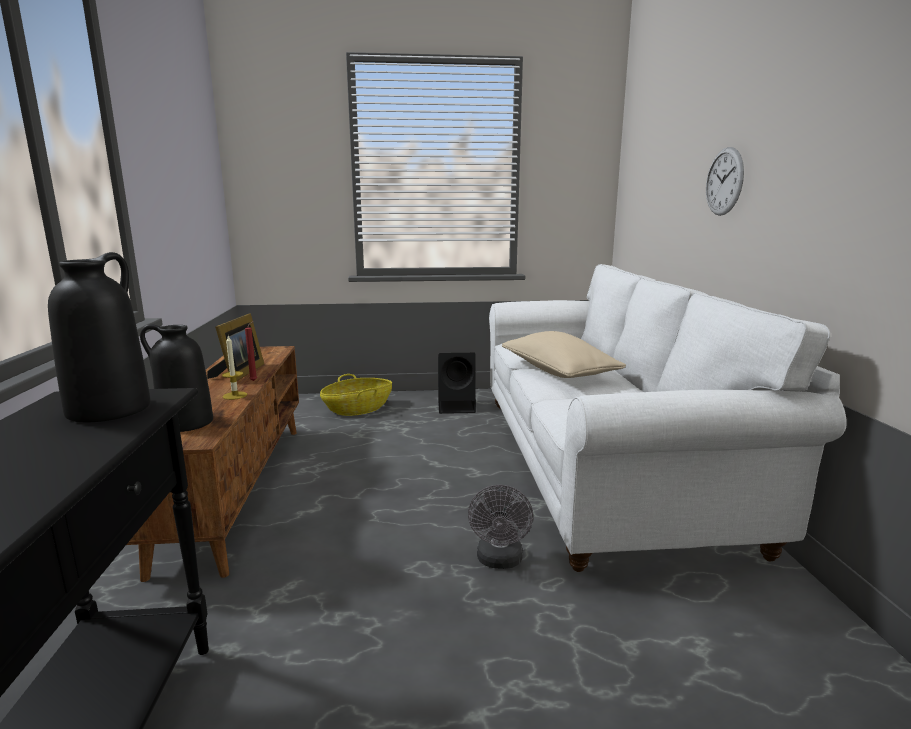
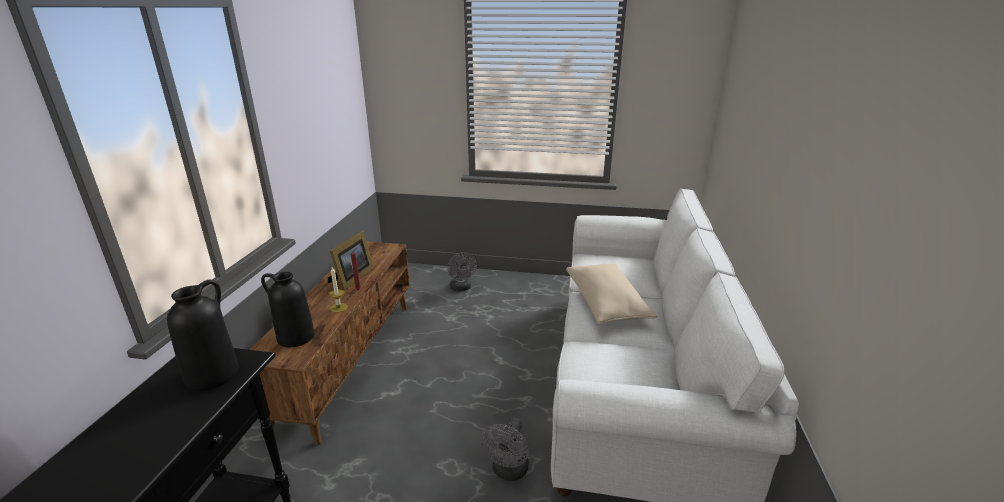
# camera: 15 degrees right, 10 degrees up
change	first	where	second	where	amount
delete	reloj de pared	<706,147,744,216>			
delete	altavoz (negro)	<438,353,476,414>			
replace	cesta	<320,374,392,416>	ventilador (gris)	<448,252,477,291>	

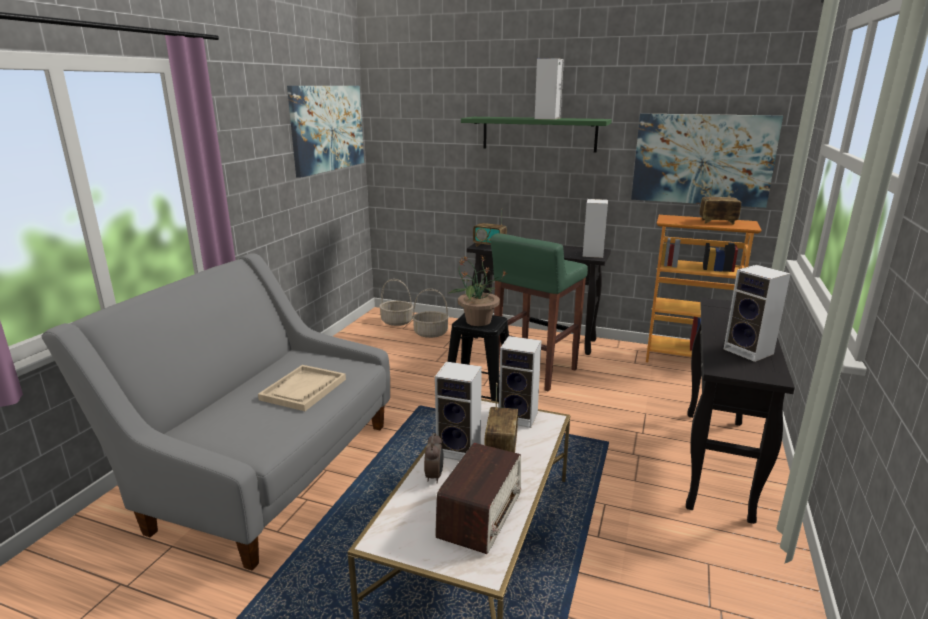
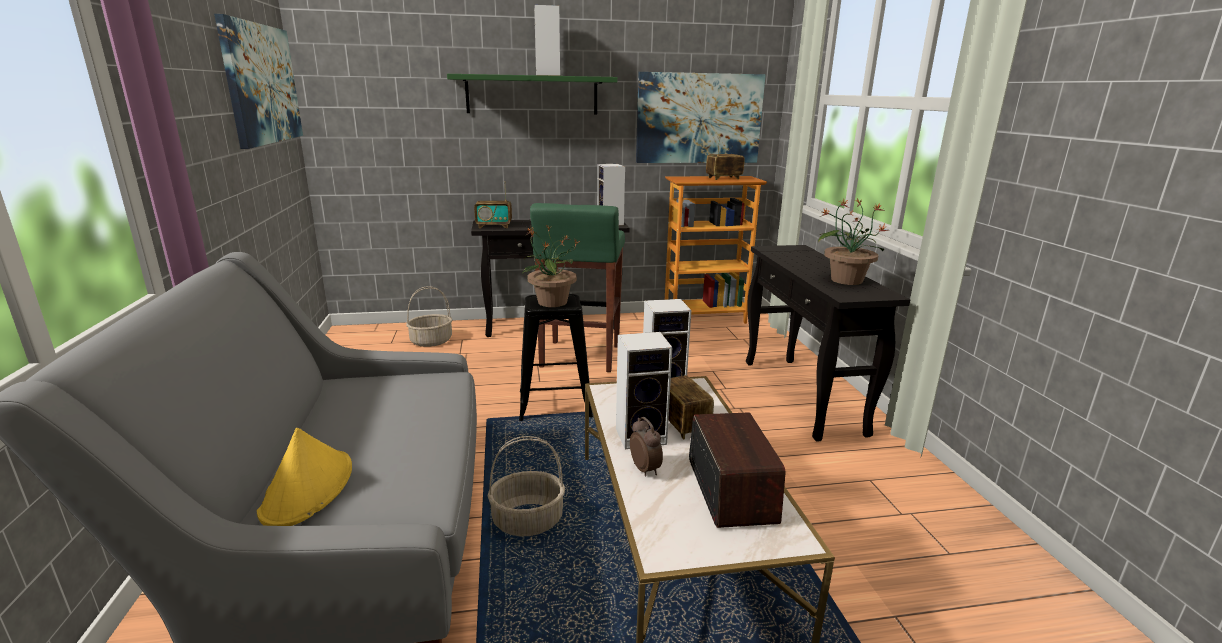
# camera: 30 degrees left, 0 degrees up
change	first	where	second	where	amount
replace	altavoz	<724,265,791,362>	planta en maceta	<818,198,889,285>	
move	cesta	<379,279,413,326>		<488,436,565,537>	
delete	bandeja (beis)	<258,365,346,411>			
insert			sombrero (amarillo)	<257,428,352,526>	

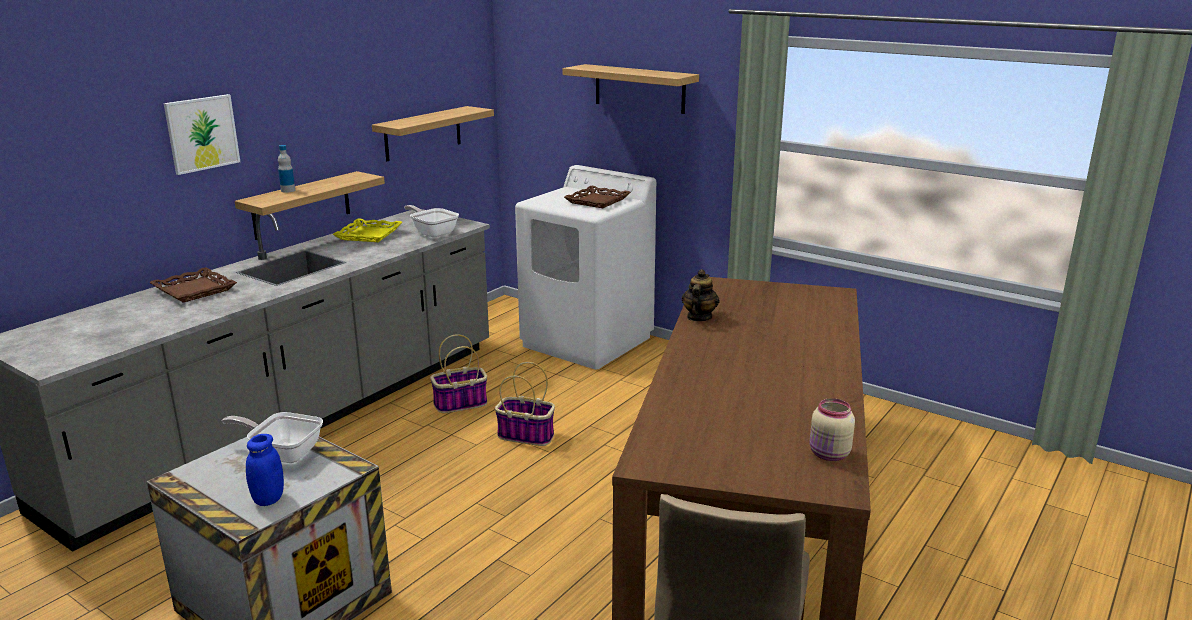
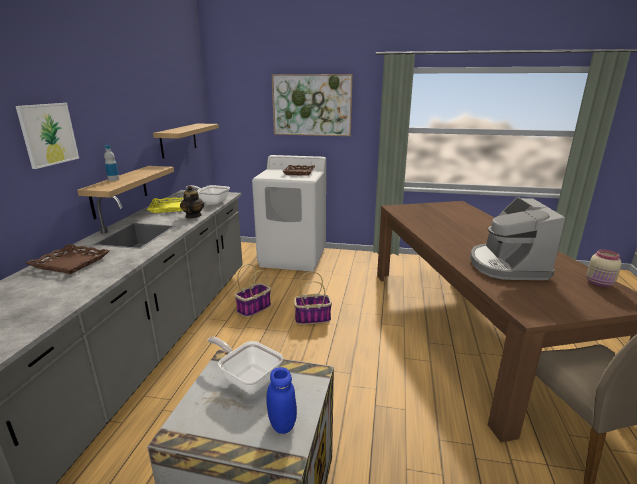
# camera: 25 degrees left, 0 degrees up
change	first	where	second	where	amount
replace	estante	<563,64,699,114>	cuadro	<272,74,353,136>	
move	tetera	<682,269,719,321>		<180,185,204,218>	
rotate	sartén	<222,412,323,463>		<208,337,283,393>	45 degrees clockwise
insert			cafetera	<470,197,565,280>	

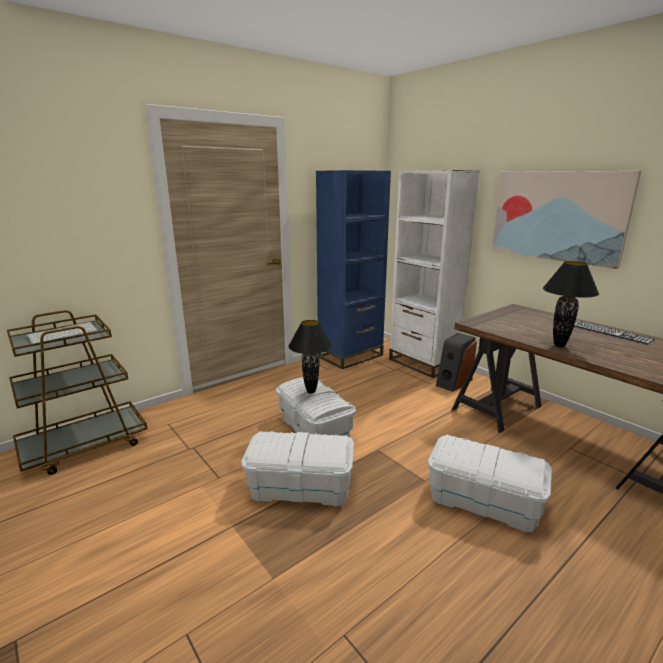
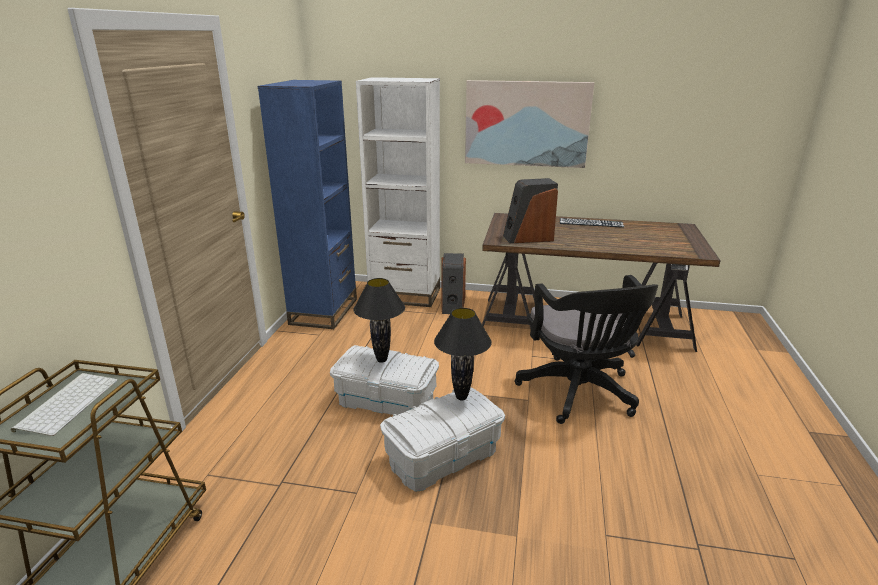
# camera: 40 degrees left, 5 degrees up
change	first	where	second	where	amount
move	lámpara de mesa (negro)	<543,261,599,347>		<434,308,492,400>	
replace	caja de almacenaje (blanco)	<428,434,552,532>	silla de oficina (negro)	<514,275,658,424>	
insert			altavoz	<503,178,558,243>	

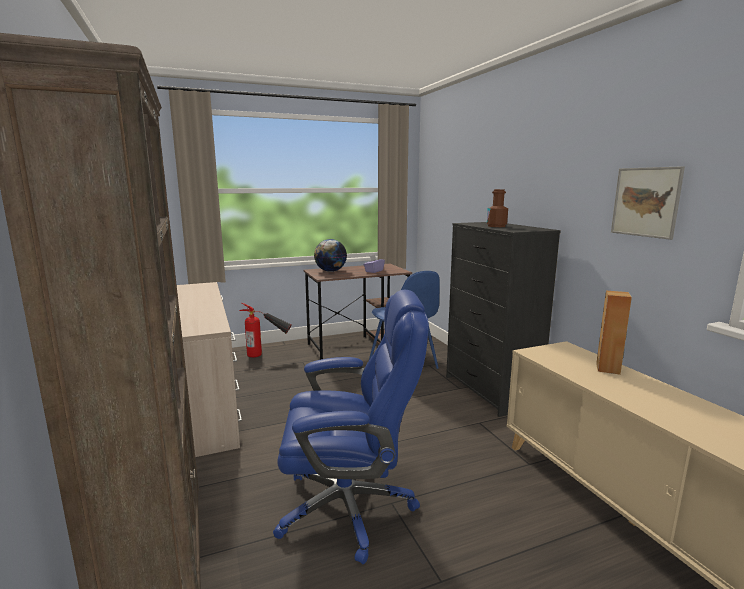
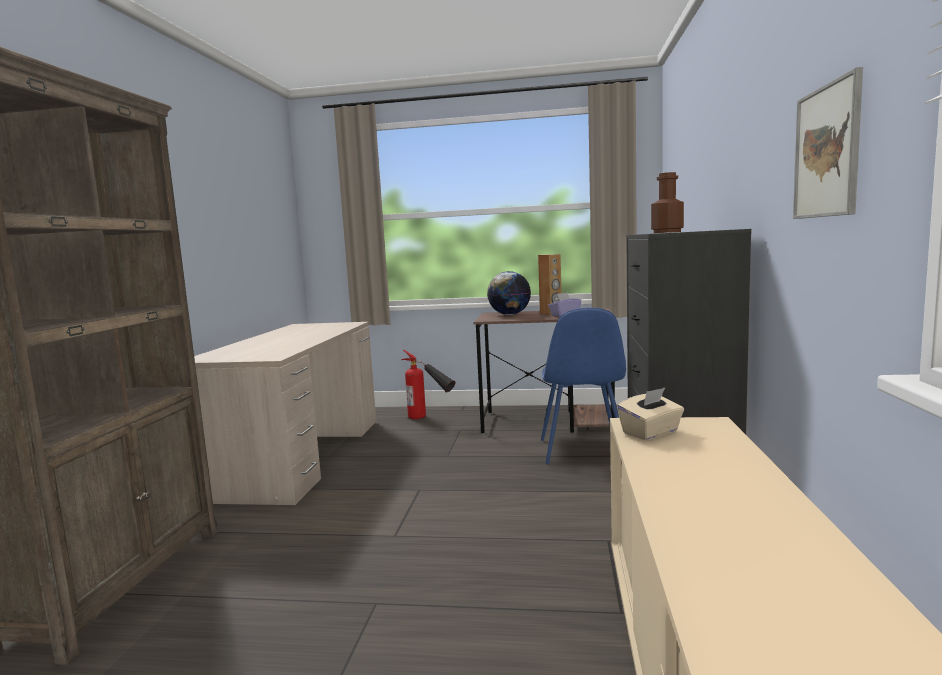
# camera: 30 degrees right, 5 degrees down
change	first	where	second	where	amount
delete	silla de oficina (azul)	<273,290,429,564>			
move	altavoz (marrón)	<596,291,632,375>		<538,254,562,315>	
insert			caja de pañuelos (beis)	<617,388,684,441>	

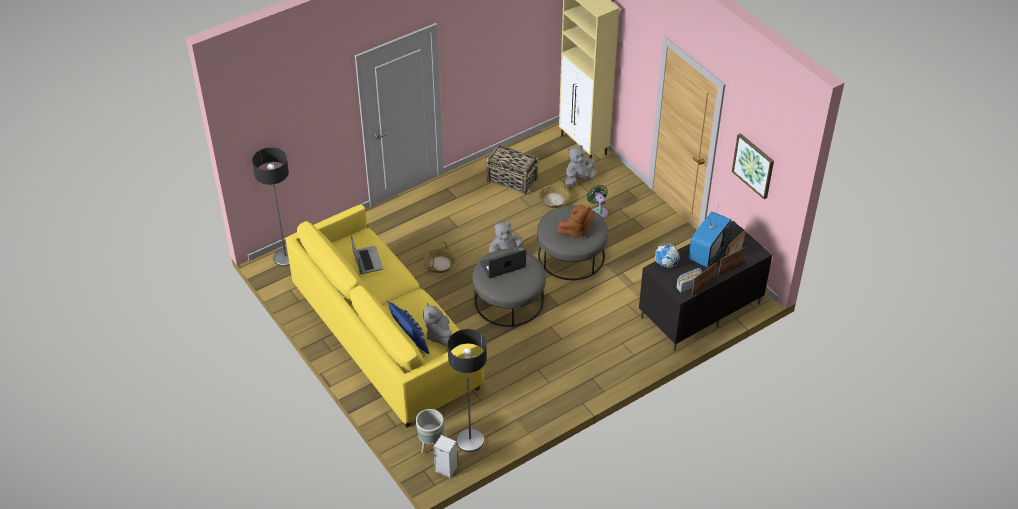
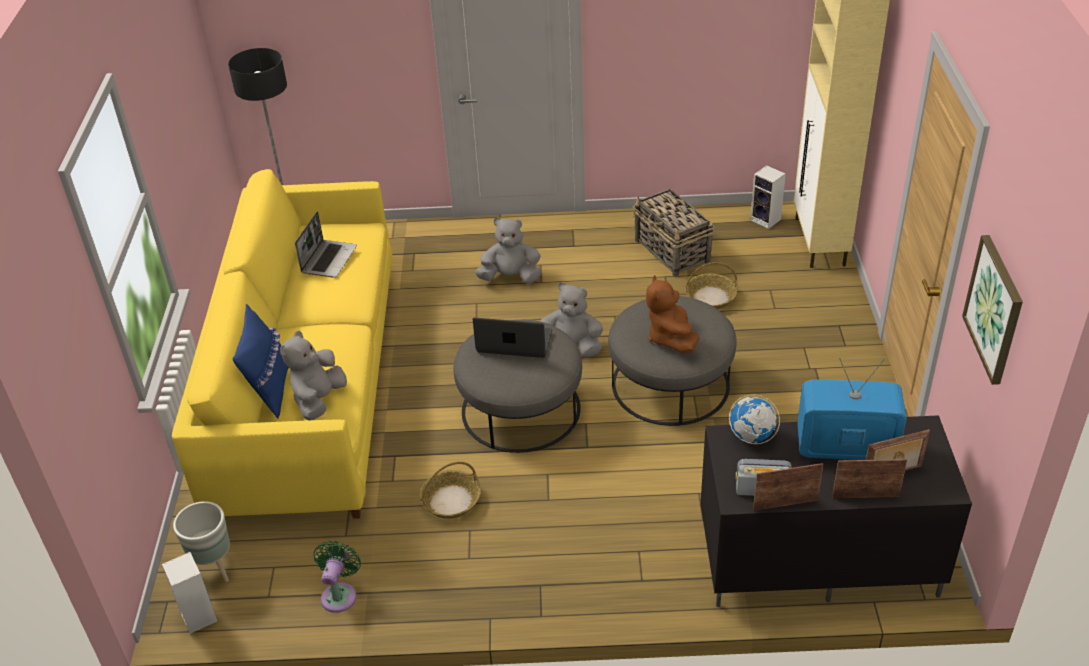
# camera: 35 degrees right, 5 degrees down
change	first	where	second	where	amount
move	peluche (gris)	<565,145,596,187>		<475,217,541,284>	
move	ventilador (verde)	<587,185,608,219>		<314,541,361,613>	
rotate	peluche (marrón)	<557,204,594,239>		<646,275,699,354>	75 degrees clockwise
rotate	televisor	<688,204,731,268>		<797,358,907,460>	150 degrees counterclockwise
move	cesta	<424,241,456,273>		<419,461,480,519>	
delete	lámpara de pie	<448,329,487,452>			
insert			altavoz	<750,165,786,229>	

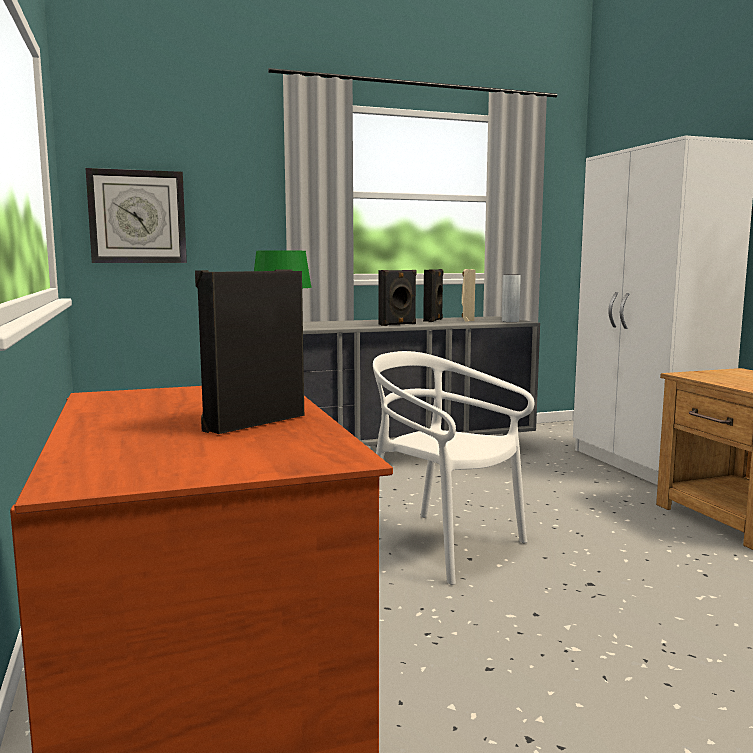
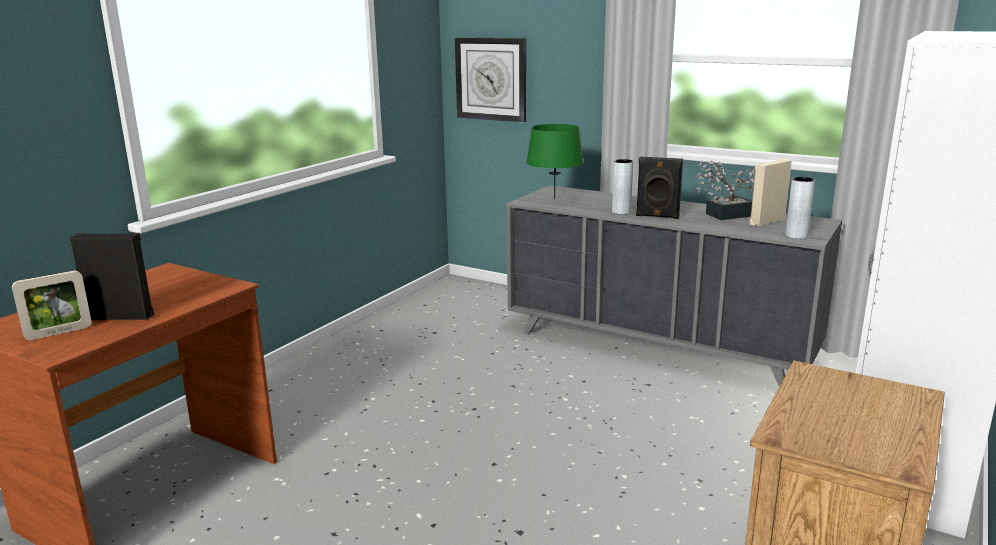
# camera: 50 degrees right, 10 degrees up
change	first	where	second	where	amount
replace	altavoz (negro)	<423,269,444,322>	planta en maceta	<696,160,755,220>	
delete	silla (blanco)	<373,351,534,585>			
insert			florero (gris)	<612,159,633,214>	
insert			portarretratos	<12,270,92,340>	

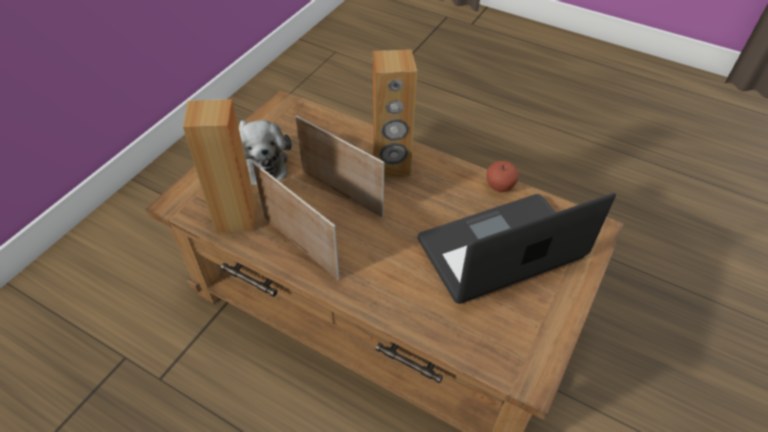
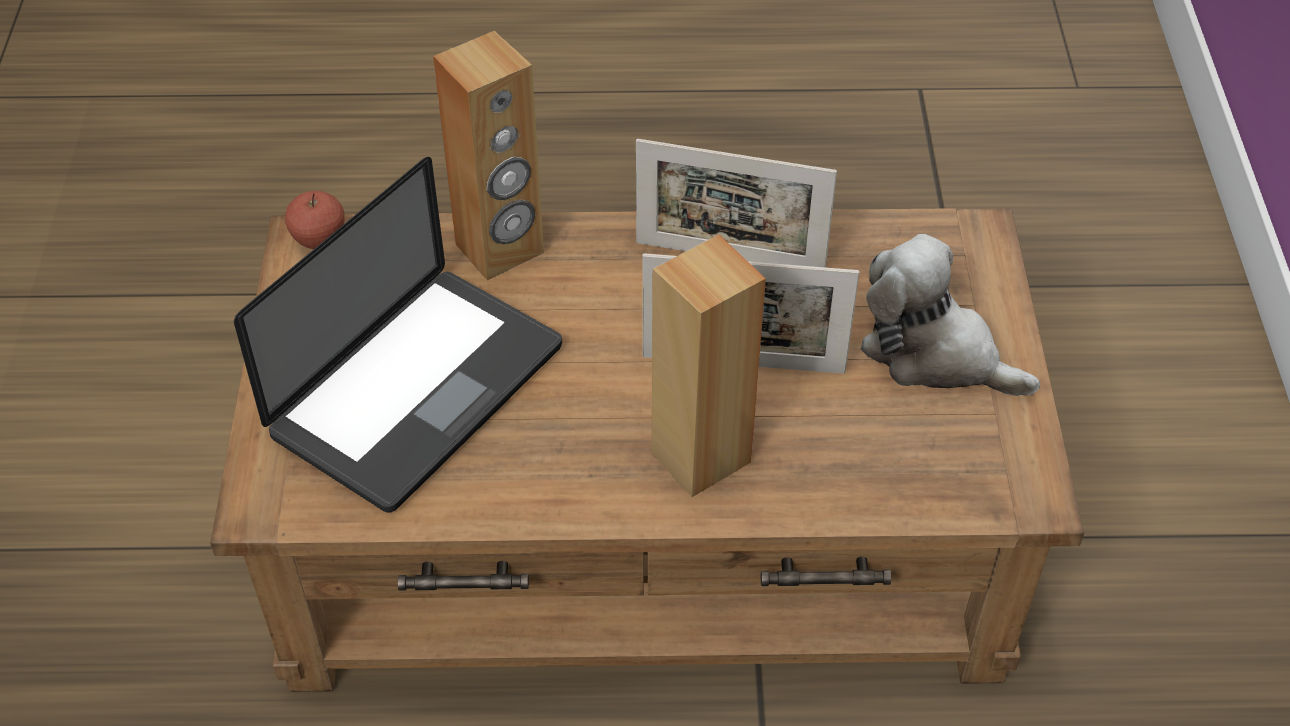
# camera: 150 degrees right, 0 degrees up
change	first	where	second	where	amount
move	altavoz (marrón)	<183,99,256,233>		<433,31,544,280>	
move	manzana	<486,161,519,192>		<285,191,345,249>	

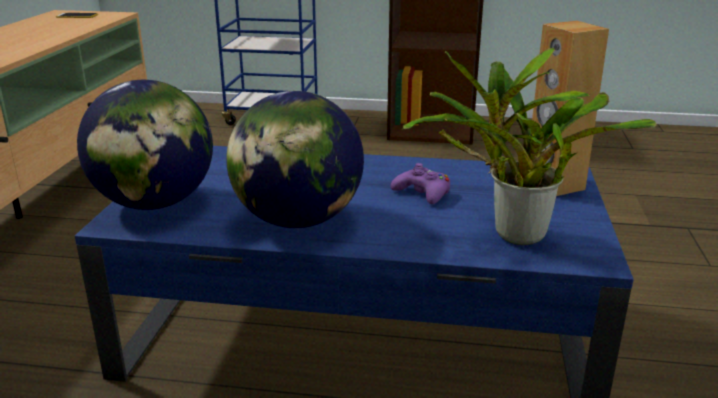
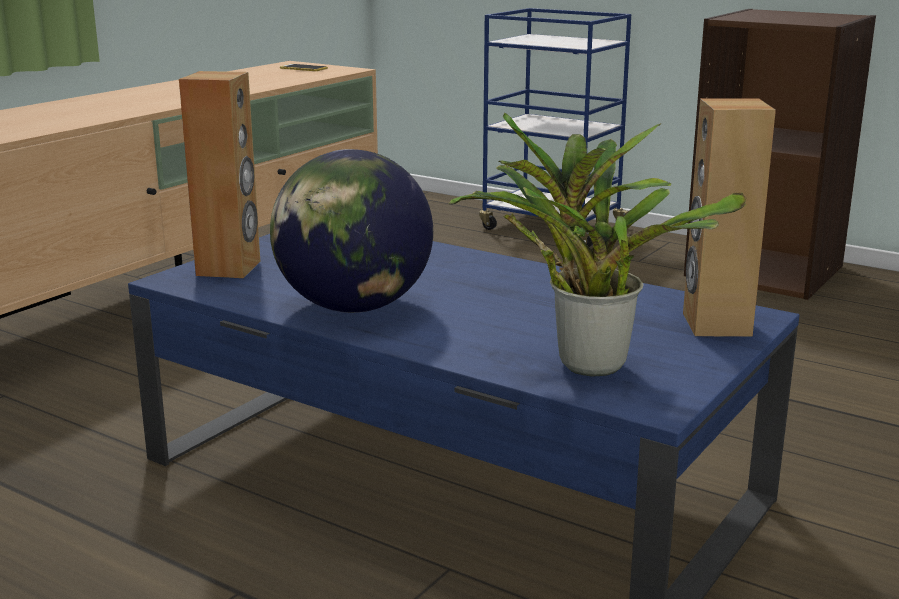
# camera: 25 degrees right, 5 degrees down
change	first	where	second	where	amount
replace	globo terráqueo	<77,80,213,210>	altavoz (marrón)	<179,71,260,278>	
delete	mando de consola (morado)	<391,163,450,204>			

